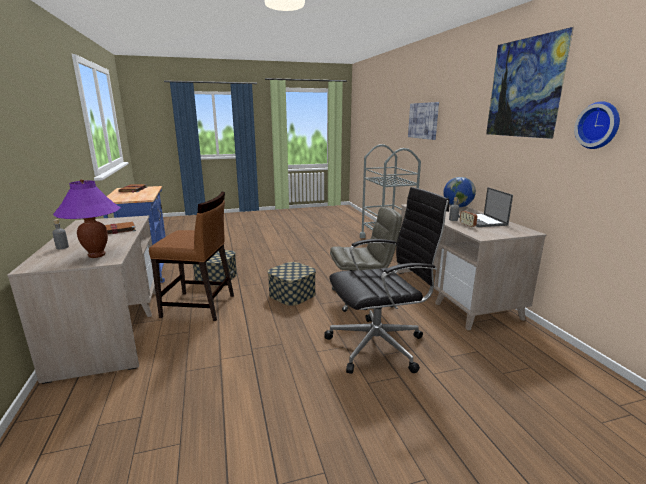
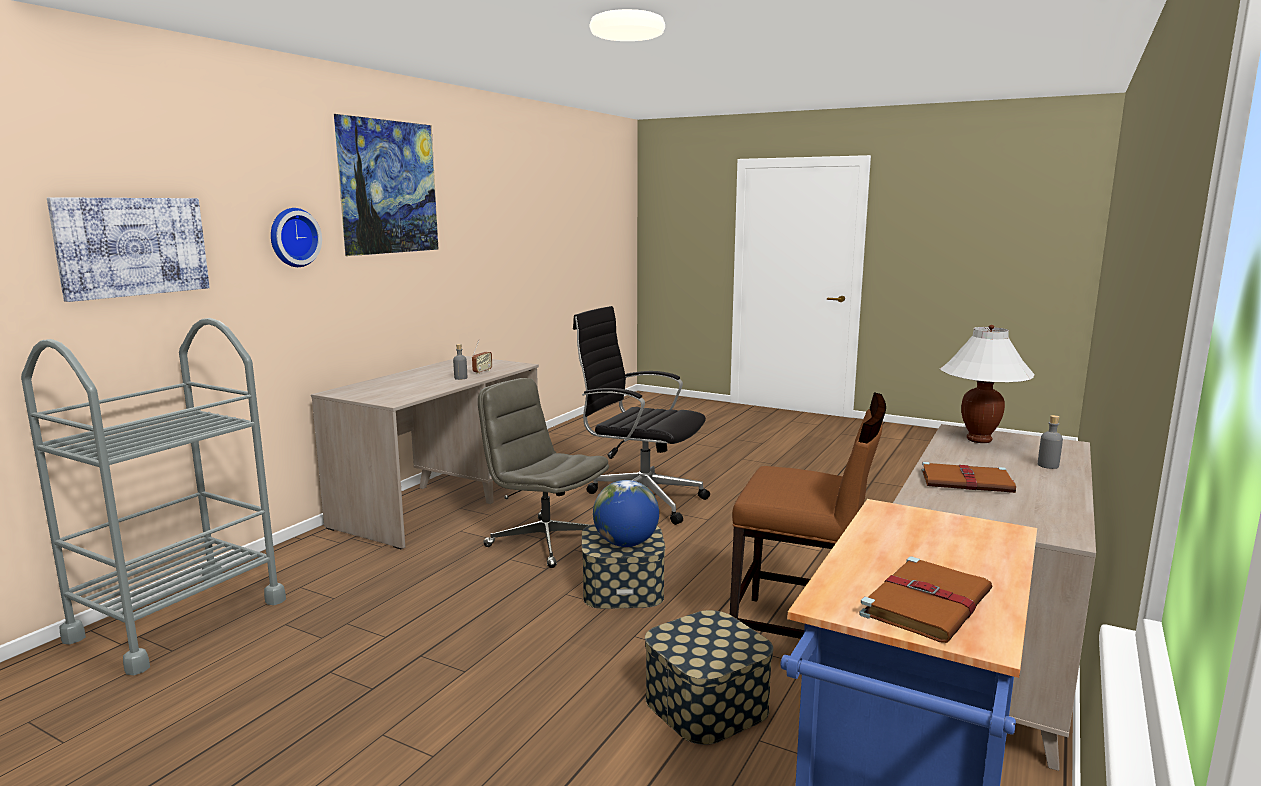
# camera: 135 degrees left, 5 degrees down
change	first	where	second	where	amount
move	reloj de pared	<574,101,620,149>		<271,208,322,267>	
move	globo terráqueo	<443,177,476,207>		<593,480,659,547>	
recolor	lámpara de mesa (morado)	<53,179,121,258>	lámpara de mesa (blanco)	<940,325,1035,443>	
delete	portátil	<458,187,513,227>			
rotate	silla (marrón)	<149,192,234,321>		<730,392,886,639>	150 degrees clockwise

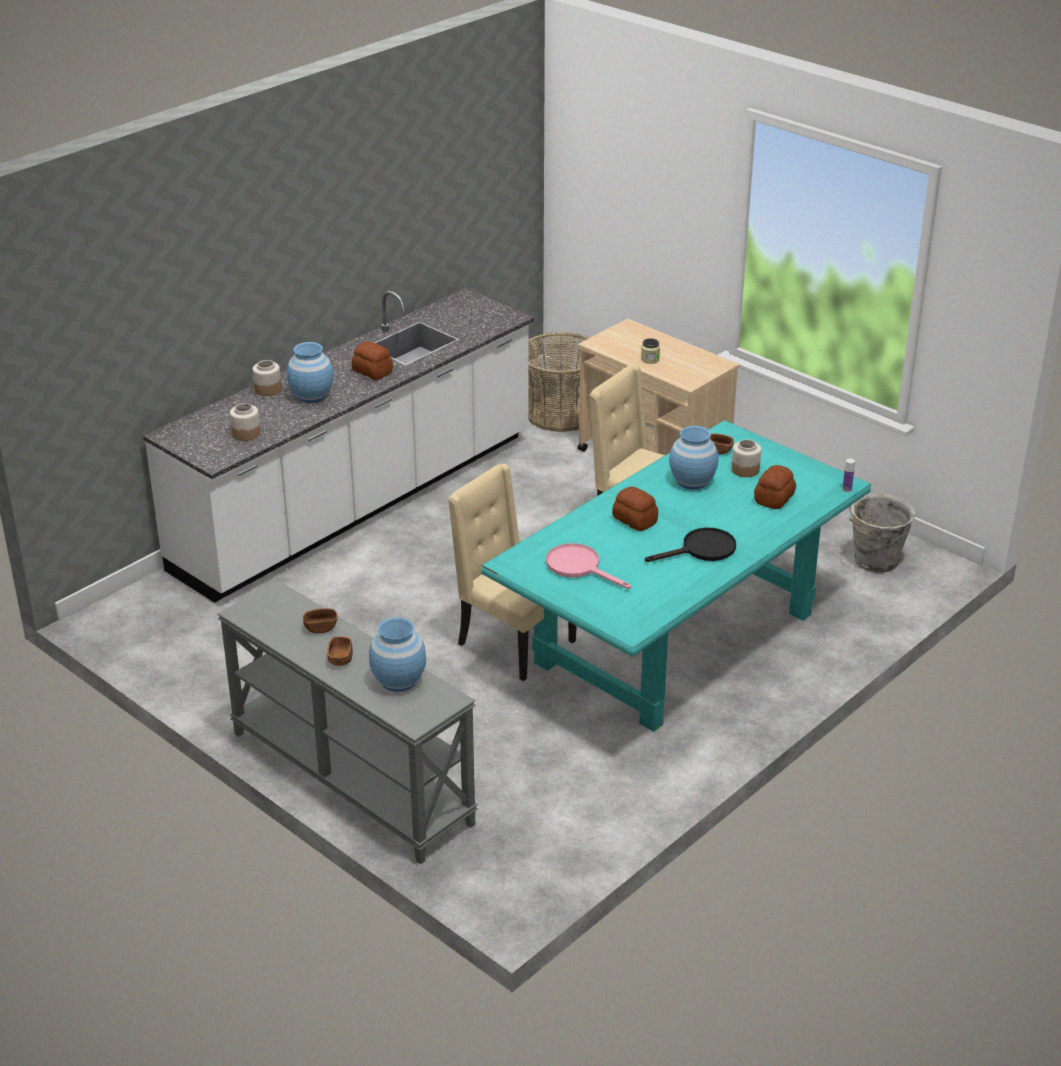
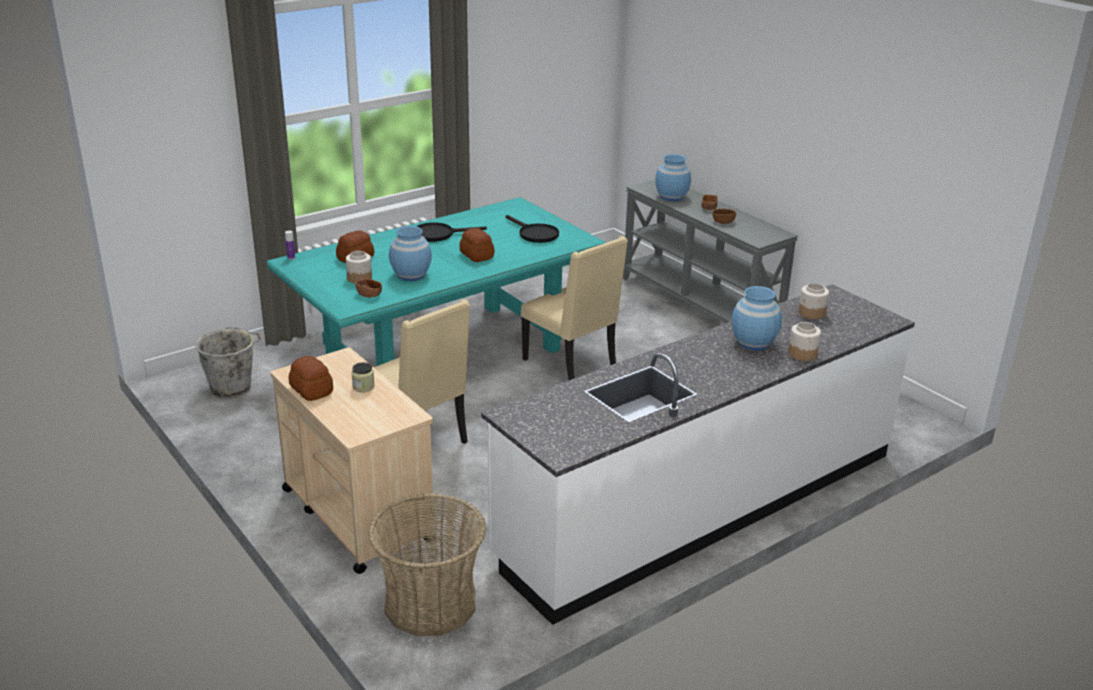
# camera: 170 degrees left, 5 degrees down
change	first	where	second	where	amount
move	pan	<352,341,393,380>		<288,356,333,401>	
recolor	sartén (rosa)	<546,543,631,589>	sartén (negro)	<506,215,559,243>	

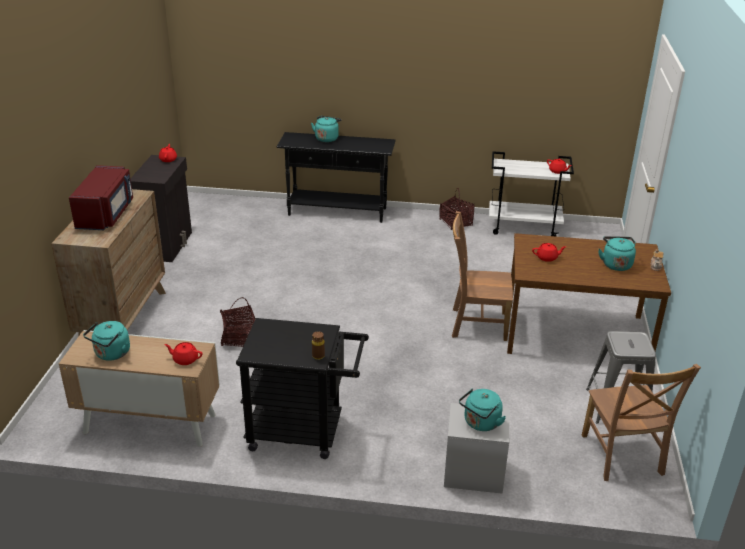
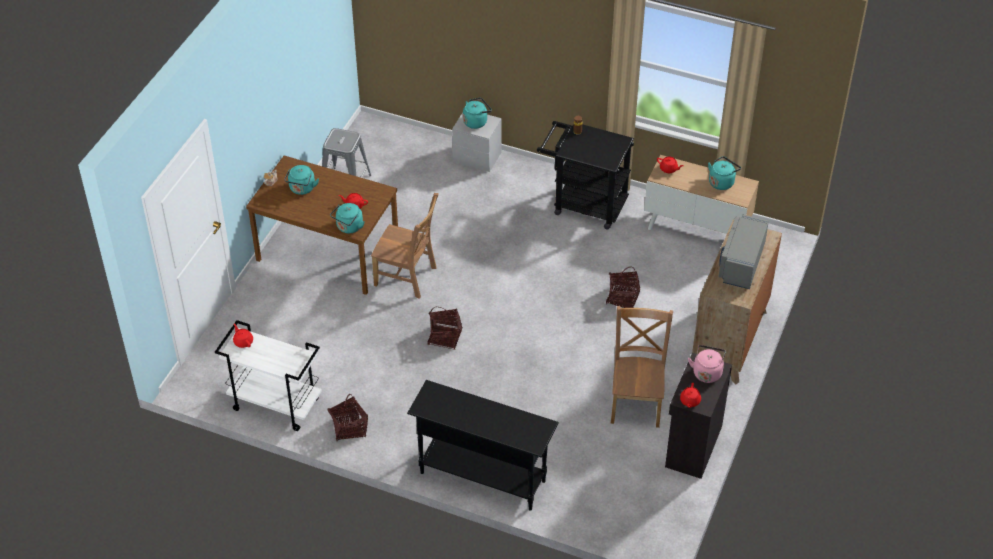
# camera: 165 degrees left, 15 degrees up
change	first	where	second	where	amount
move	hervidor (turquesa)	<311,116,342,142>		<330,203,364,233>	
recolor	microondas (rojo)	<69,165,133,230>	microondas (gris)	<719,215,769,289>	
move	silla (marrón)	<582,364,701,481>		<611,306,673,428>	
insert			cesta	<428,307,462,350>	
insert			hervidor (rosa)	<688,345,726,383>	

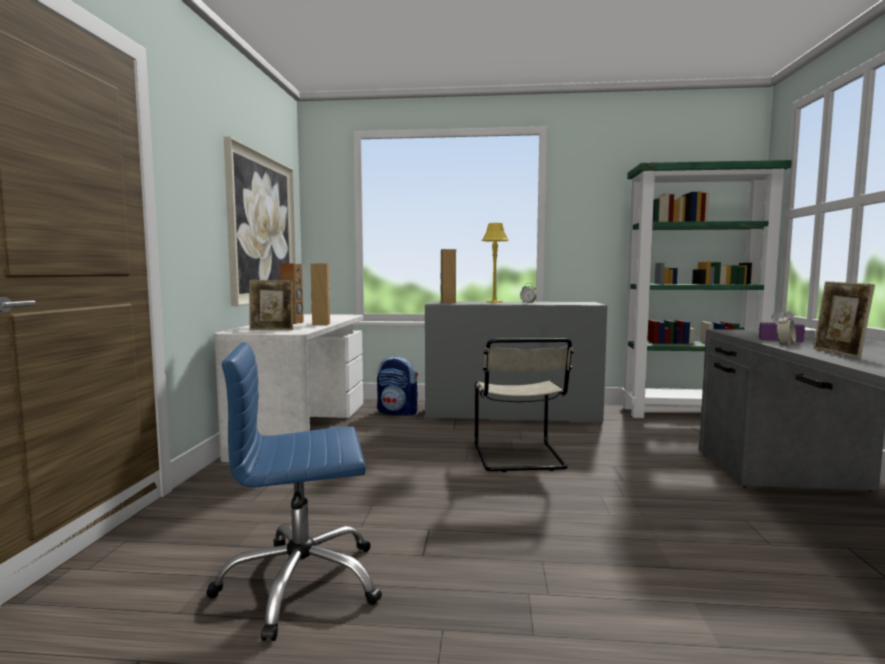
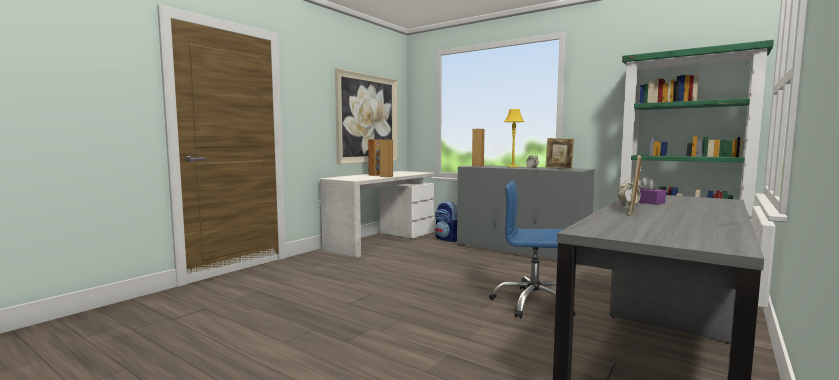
# camera: 30 degrees right, 0 degrees up
change	first	where	second	where	amount
move	portarretratos	<249,280,293,330>		<545,138,574,169>	
delete	silla (beis)	<474,338,574,472>			
move	silla de oficina (azul)	<206,342,382,641>		<489,181,575,318>	

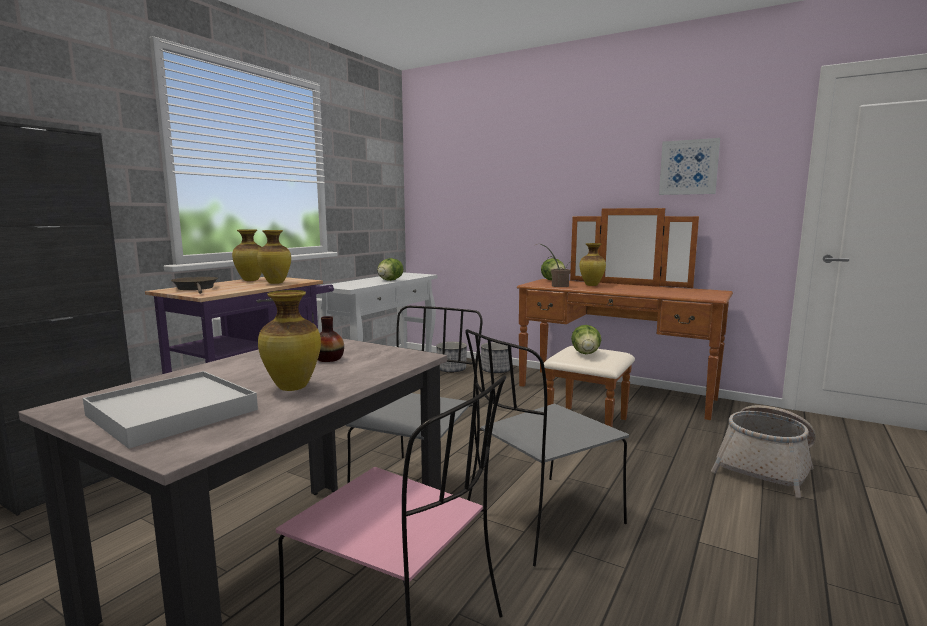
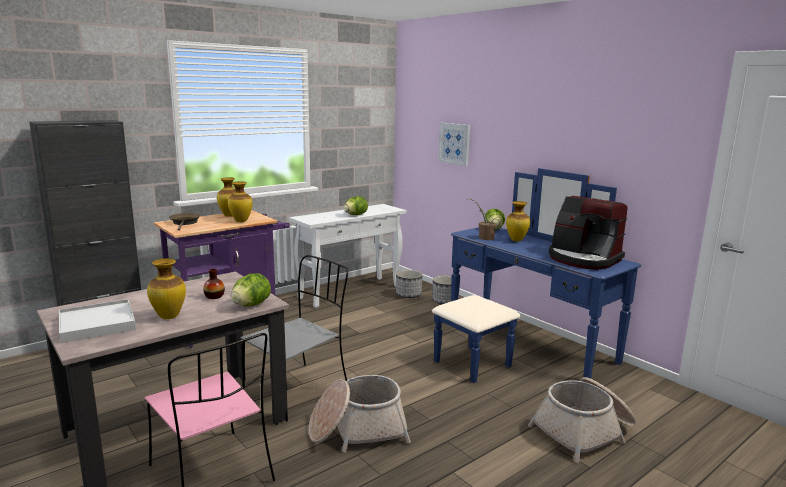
# camera: 20 degrees right, 5 degrees up
change	first	where	second	where	amount
move	cuadro	<659,138,720,195>		<438,123,470,166>	
recolor	cómoda (marrón)	<517,208,733,427>	cómoda (azul)	<432,168,641,383>	
move	lechuga	<571,325,601,354>		<231,274,271,306>	
replace	silla (gris)	<465,329,629,566>	cesta	<309,375,411,452>	
insert			cafetera	<549,196,627,270>	

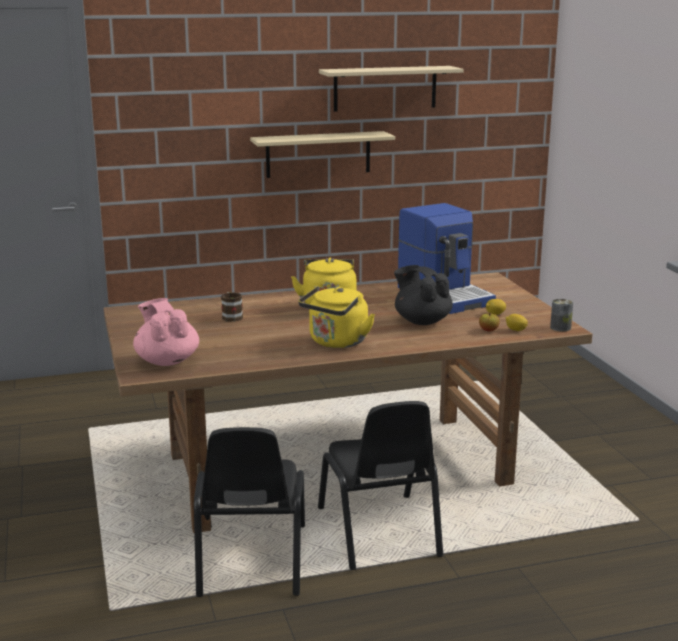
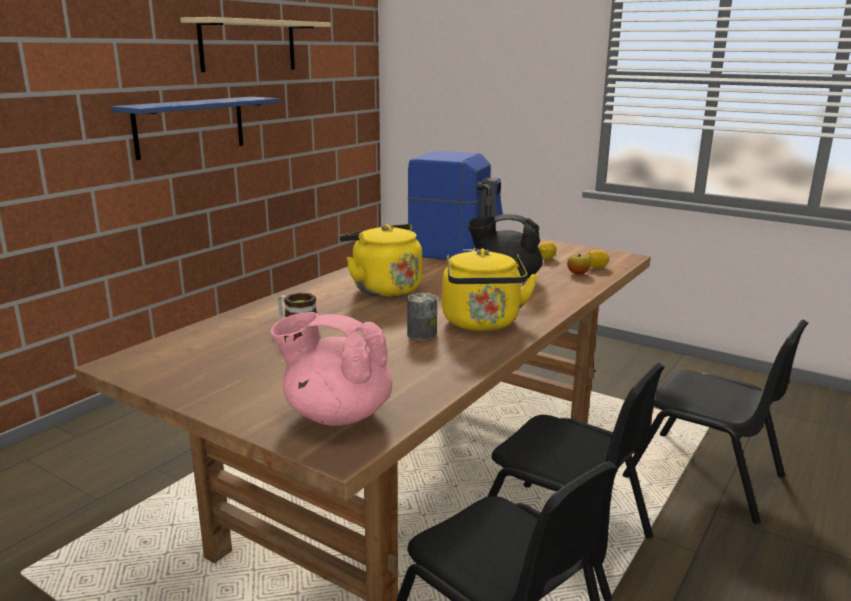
# camera: 40 degrees left, 0 degrees up
change	first	where	second	where	amount
recolor	estante (beis)	<250,131,395,178>	estante (azul)	<111,97,280,160>	
move	lata	<550,299,573,332>		<407,293,437,341>	
insert			silla (negro)	<623,320,808,524>	

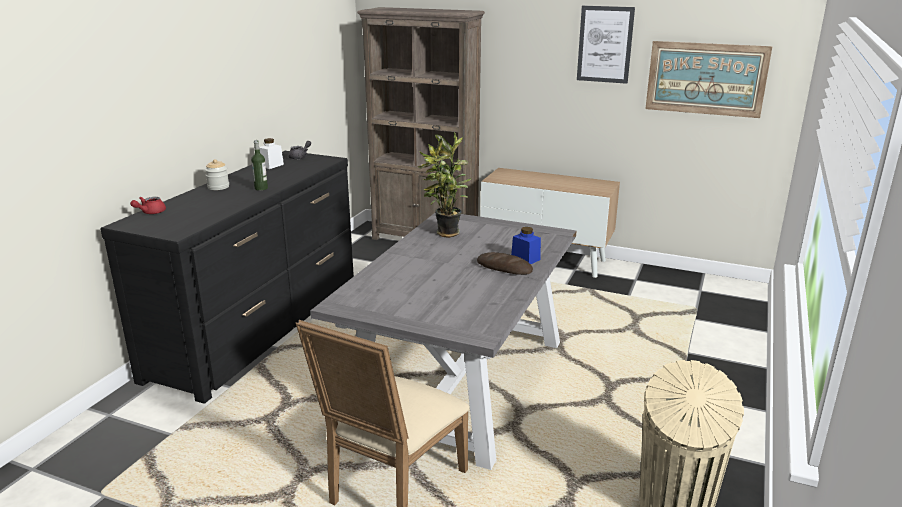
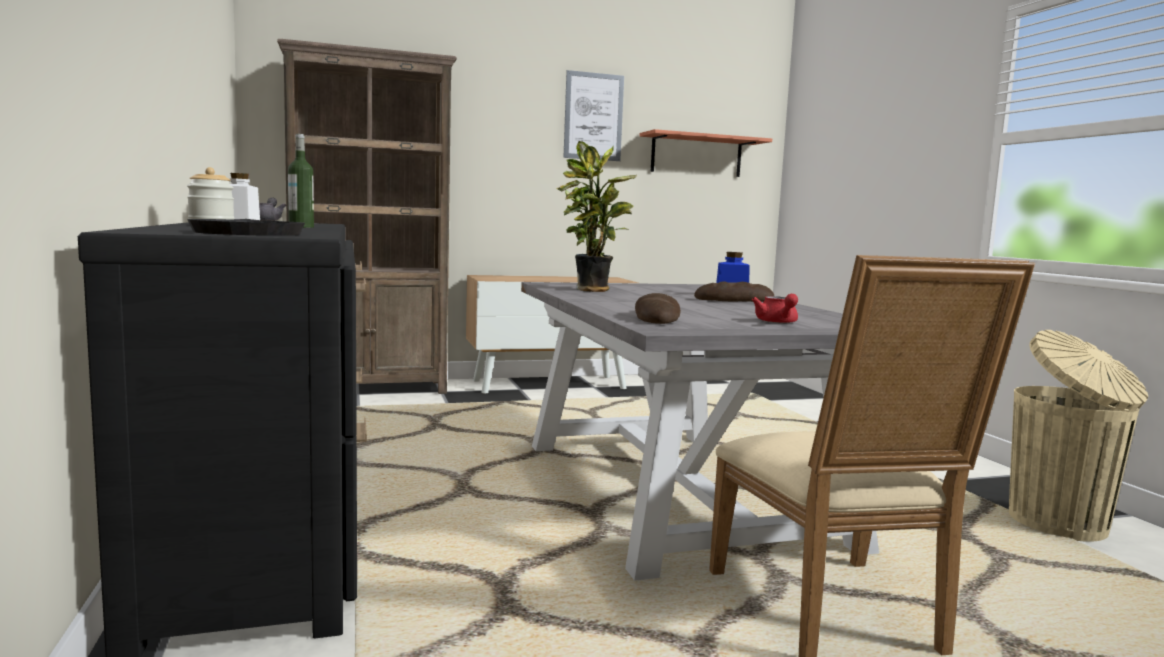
# camera: 40 degrees left, 15 degrees down
change	first	where	second	where	amount
replace	cuadro	<645,41,772,118>	estante	<640,129,772,177>	
move	tetera (rojo)	<130,197,166,214>		<752,294,798,324>	
insert			sartén (negro)	<187,219,305,236>	
insert			pan	<635,293,681,324>	

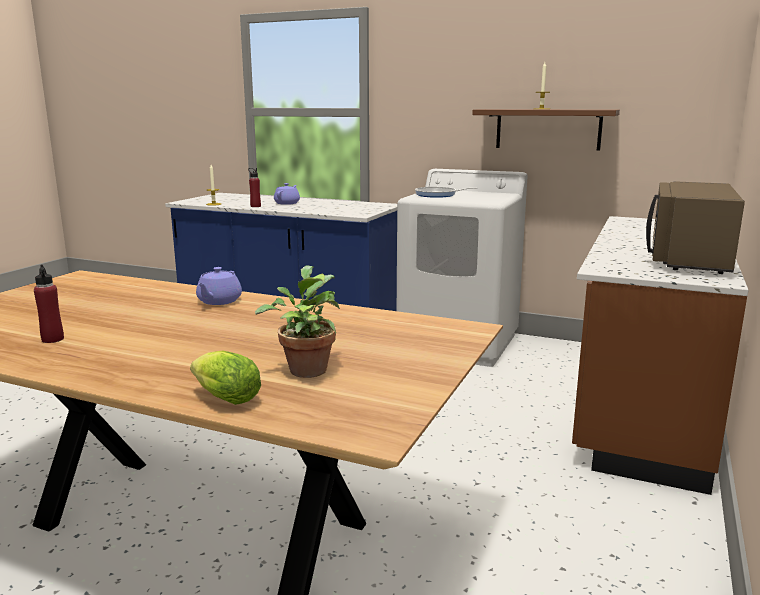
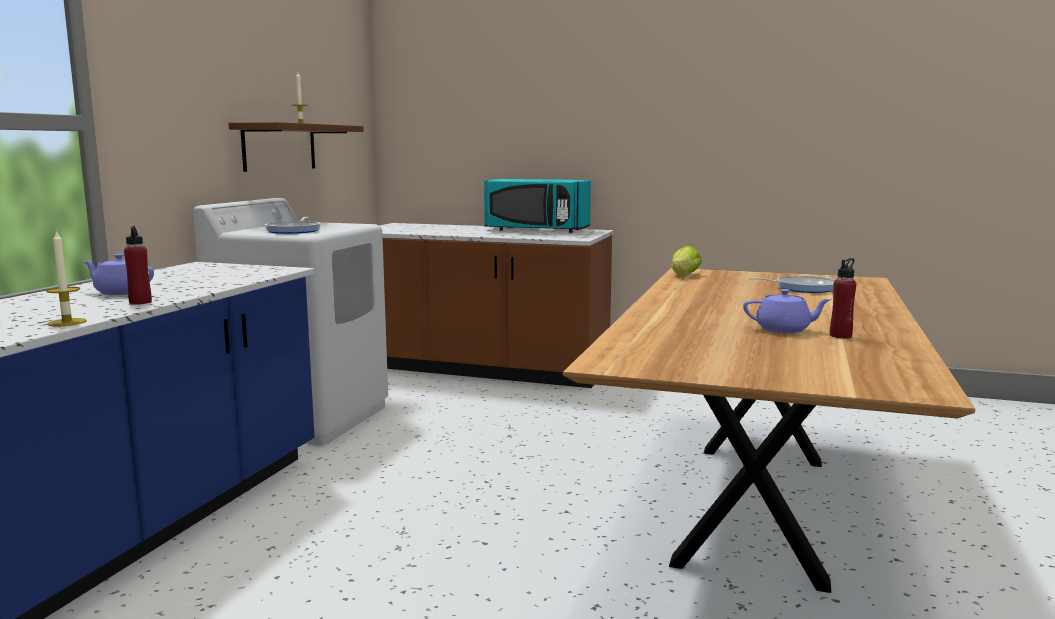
# camera: 95 degrees left, 5 degrees down
change	first	where	second	where	amount
recolor	microondas (marrón)	<646,181,745,274>	microondas (turquesa)	<484,179,591,233>	
replace	planta en maceta	<255,265,340,378>	sartén	<748,276,835,293>	
move	tetera (morado)	<196,267,242,305>		<743,289,832,333>	
move	lechuga	<190,351,261,405>		<671,246,702,275>	

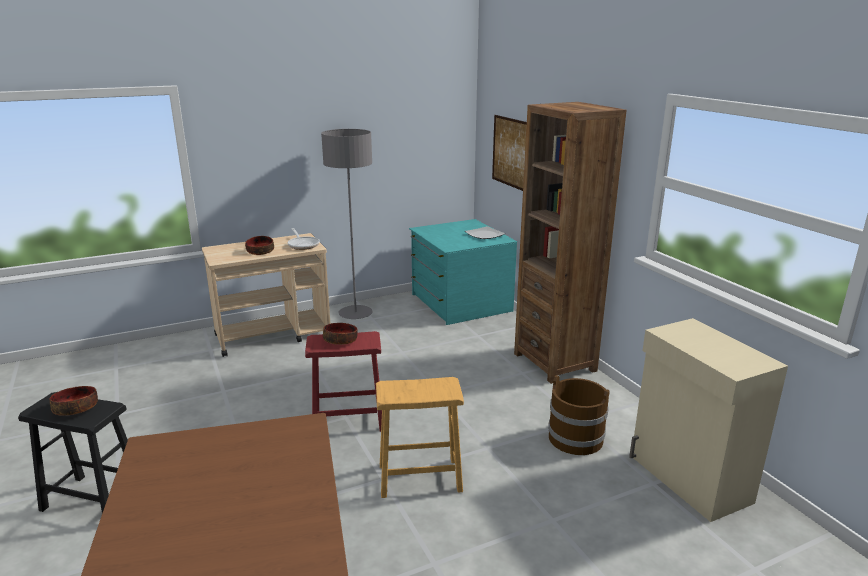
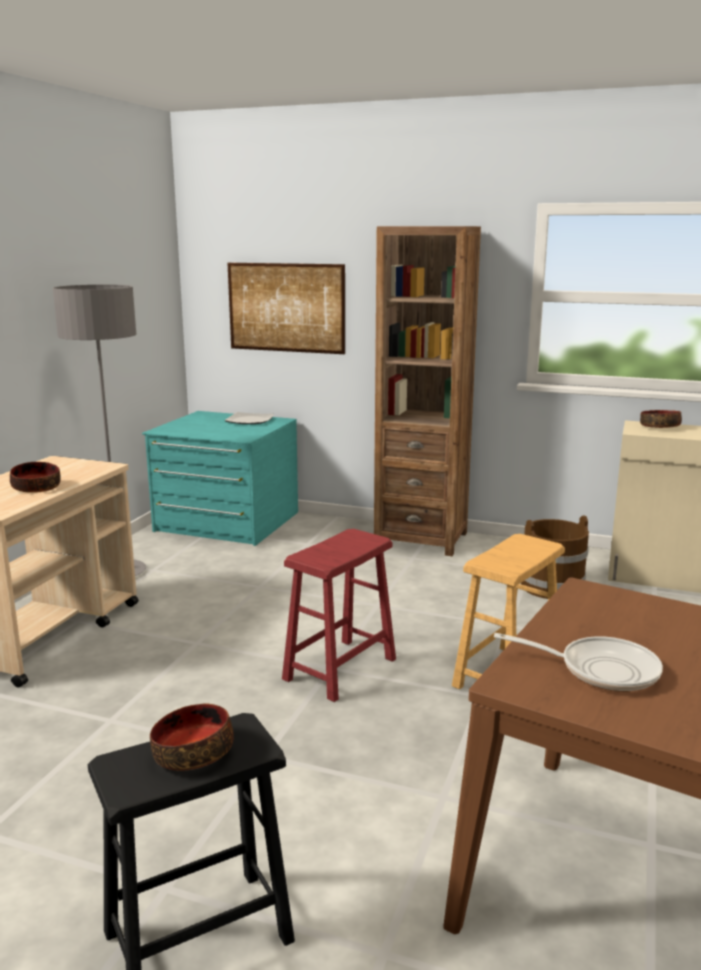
# camera: 45 degrees left, 5 degrees down
change	first	where	second	where	amount
move	sartén	<288,228,320,250>		<494,633,663,691>	
move	cuenco	<323,323,358,345>		<640,410,682,428>	

